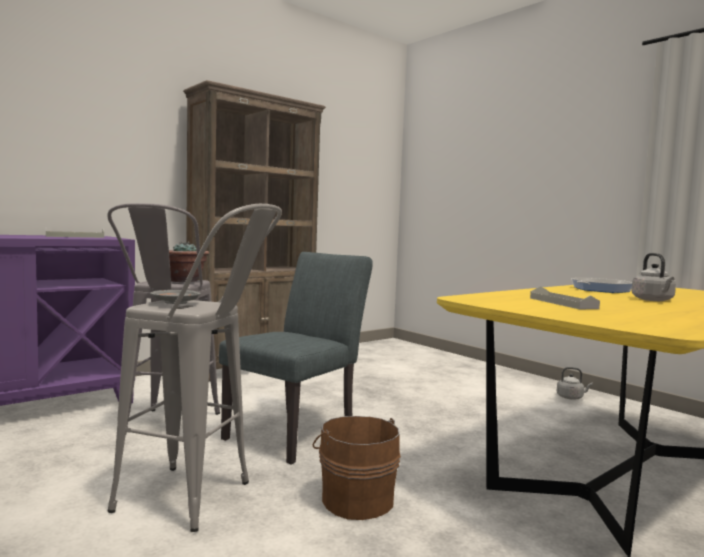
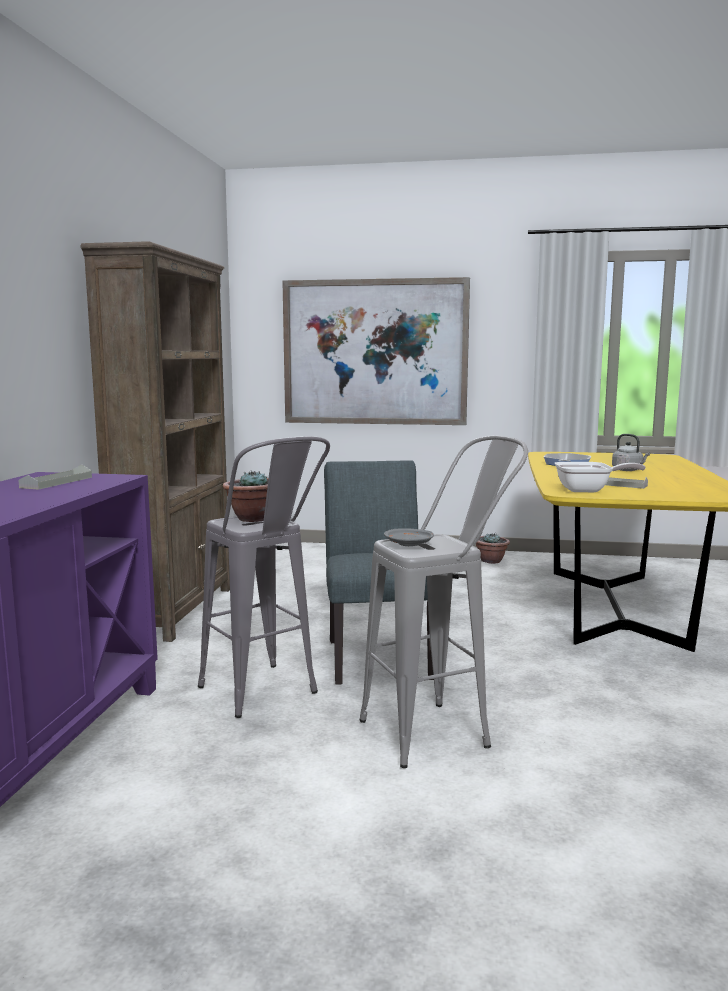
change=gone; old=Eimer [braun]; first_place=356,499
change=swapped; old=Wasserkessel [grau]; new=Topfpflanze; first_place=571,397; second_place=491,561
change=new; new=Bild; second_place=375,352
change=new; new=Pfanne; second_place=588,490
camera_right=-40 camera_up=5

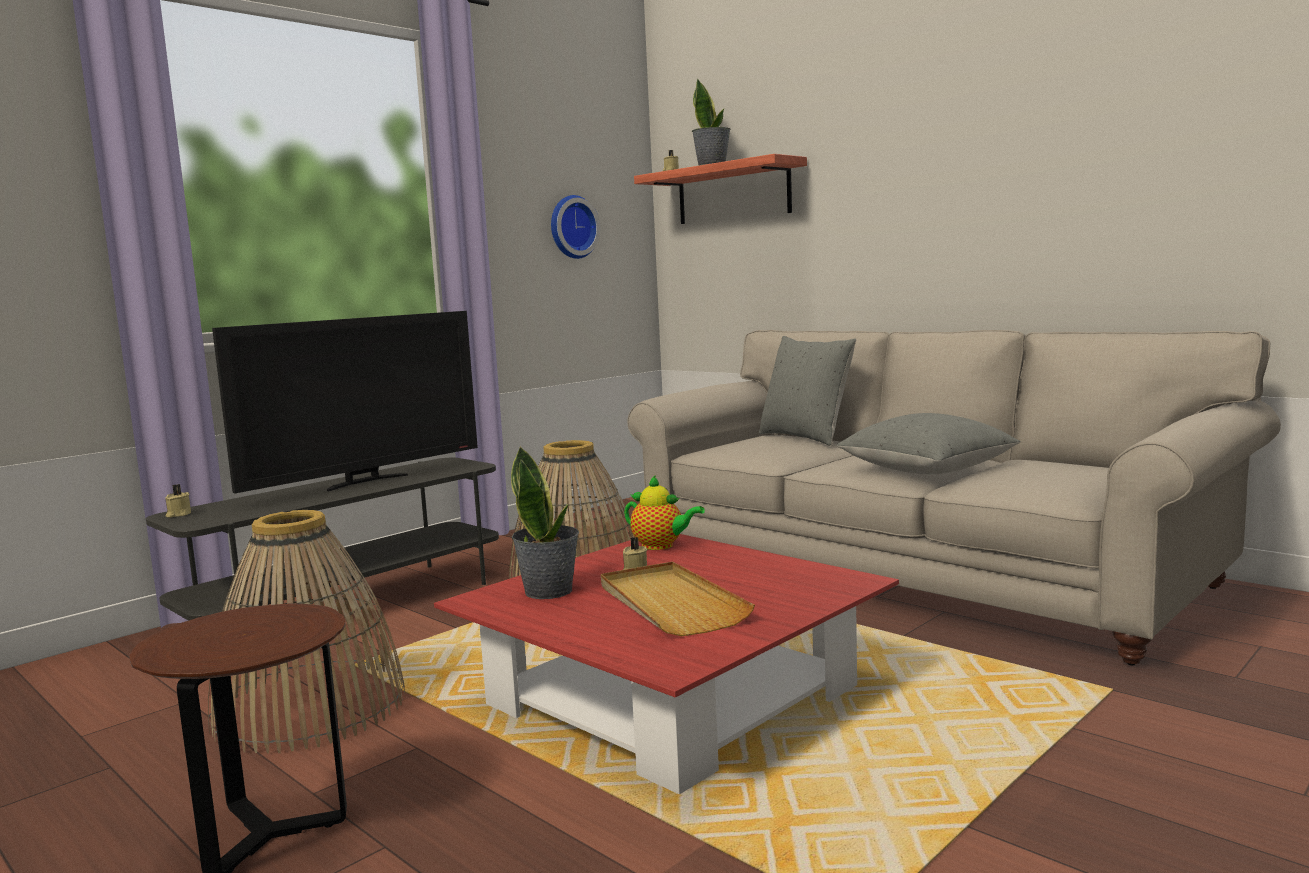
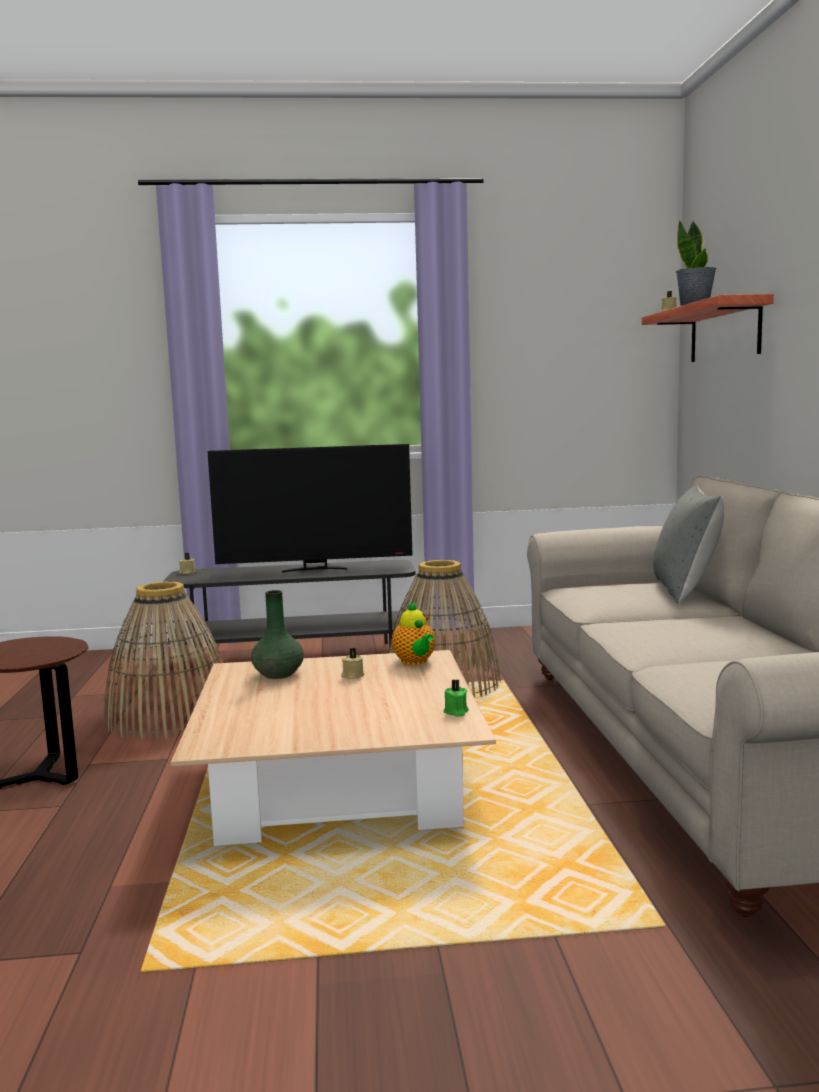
change=repainted; old=Couchtisch [rot]; new=Couchtisch [beige]; first_place=674,697; second_place=340,784
change=swapped; old=Topfpflanze; new=Vase [grün]; first_place=549,591; second_place=278,674
change=gone; old=Wanduhr; first_place=571,227
change=gone; old=Tablett [beige]; first_place=670,604
change=gone; old=Kissen [grau]; first_place=926,471
change=new; new=Kerze [grün]; second_place=456,712
camera_right=40 camera_up=0

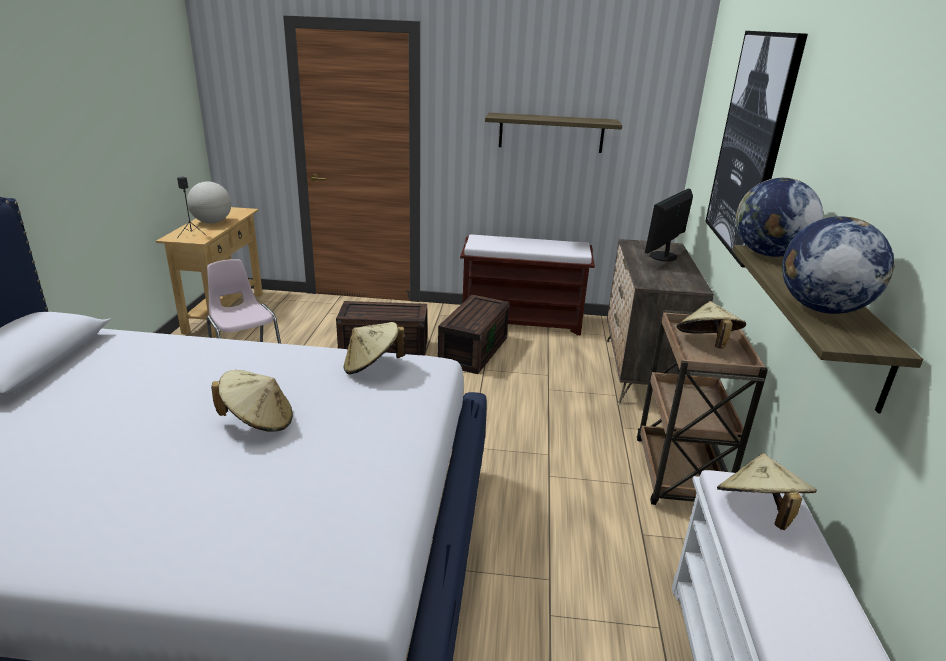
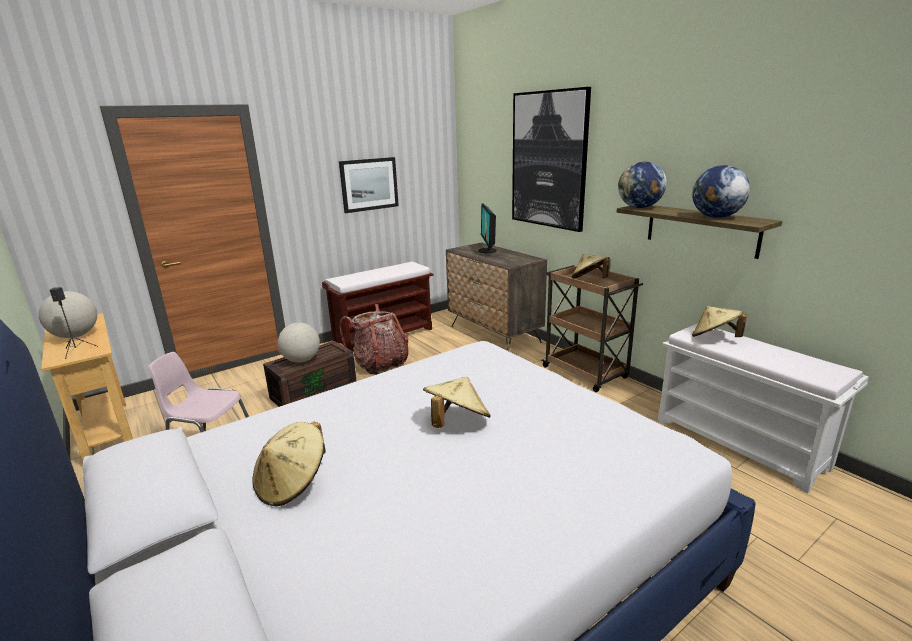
change=shifted; old=Hut [beige]; first_place=372,366; second_place=292,483
change=swapped; old=Aufbewahrungsbox [braun]; new=Rucksack; first_place=473,350; second_place=380,364
change=swapped; old=Wandregal; new=Bild; first_place=551,133; second_place=369,184
change=new; new=Globus; second_place=301,360
camera_right=-40 camera_up=-5

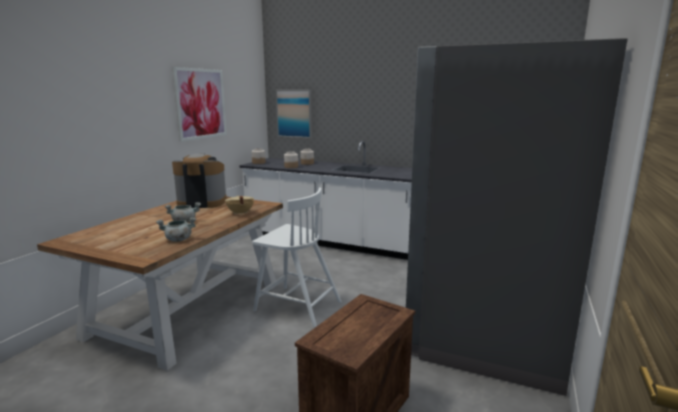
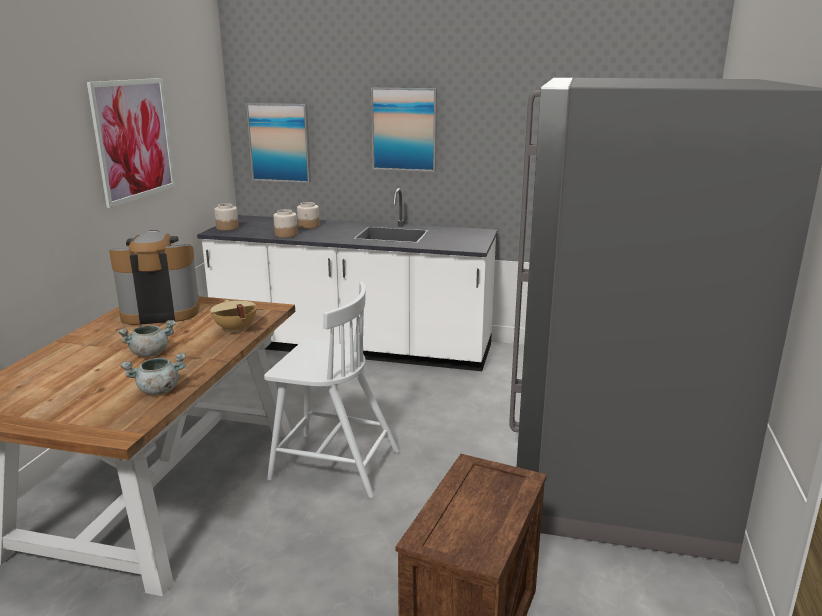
change=new; new=Bild; second_place=404,129
camera_right=-10 camera_up=5

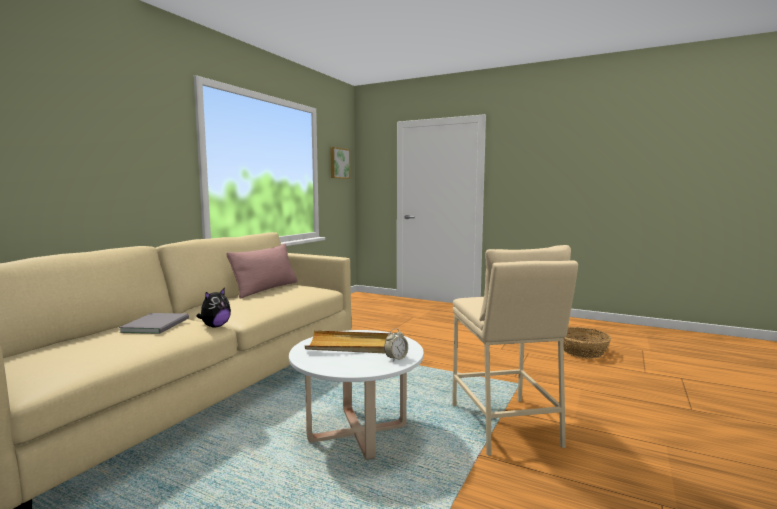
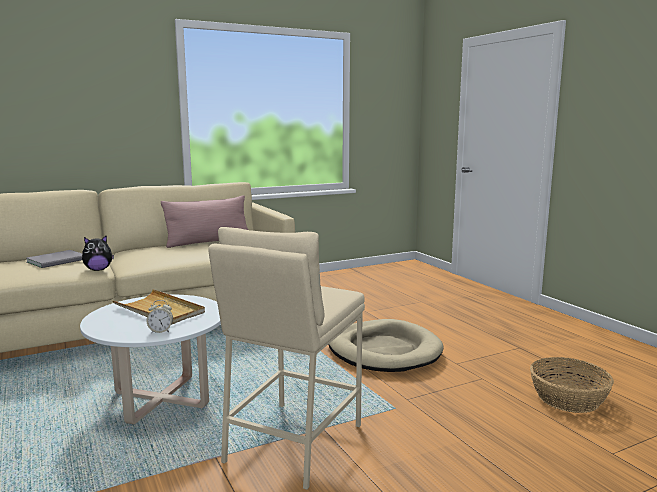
change=gone; old=Bild; first_place=339,163
change=new; new=Hundebett [beige]; second_place=383,350
camera_right=35 camera_up=5

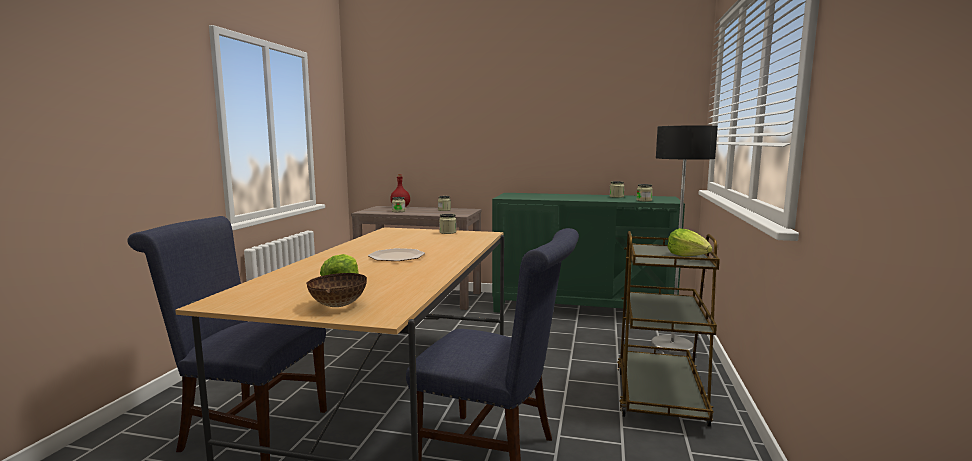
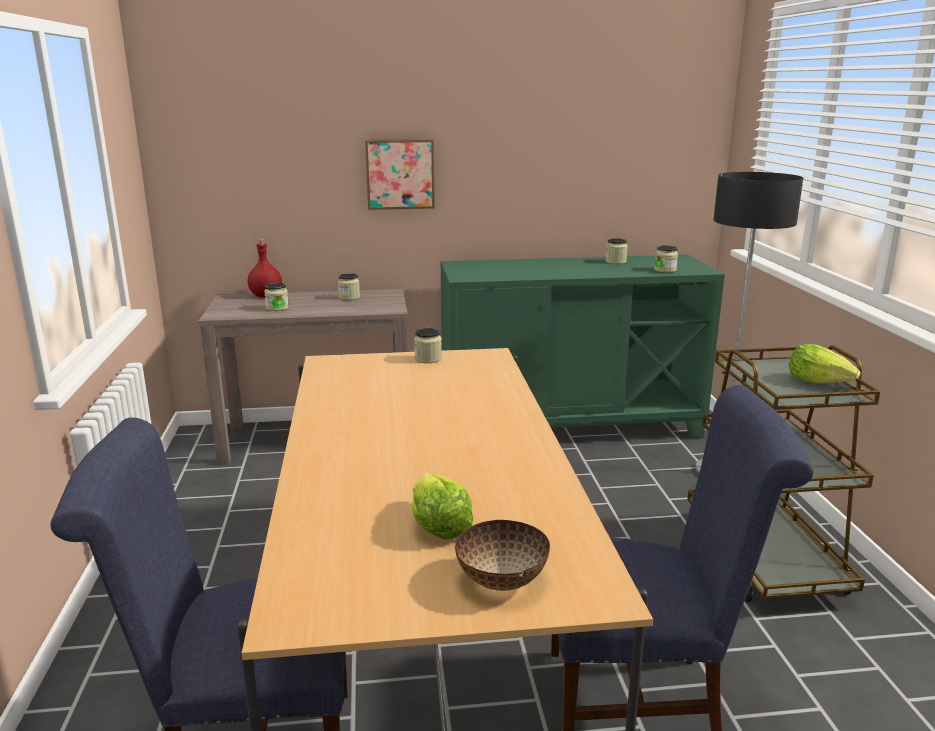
change=gone; old=Teller; first_place=397,256
change=new; new=Bild; second_place=400,174
camera_right=-20 camera_up=10

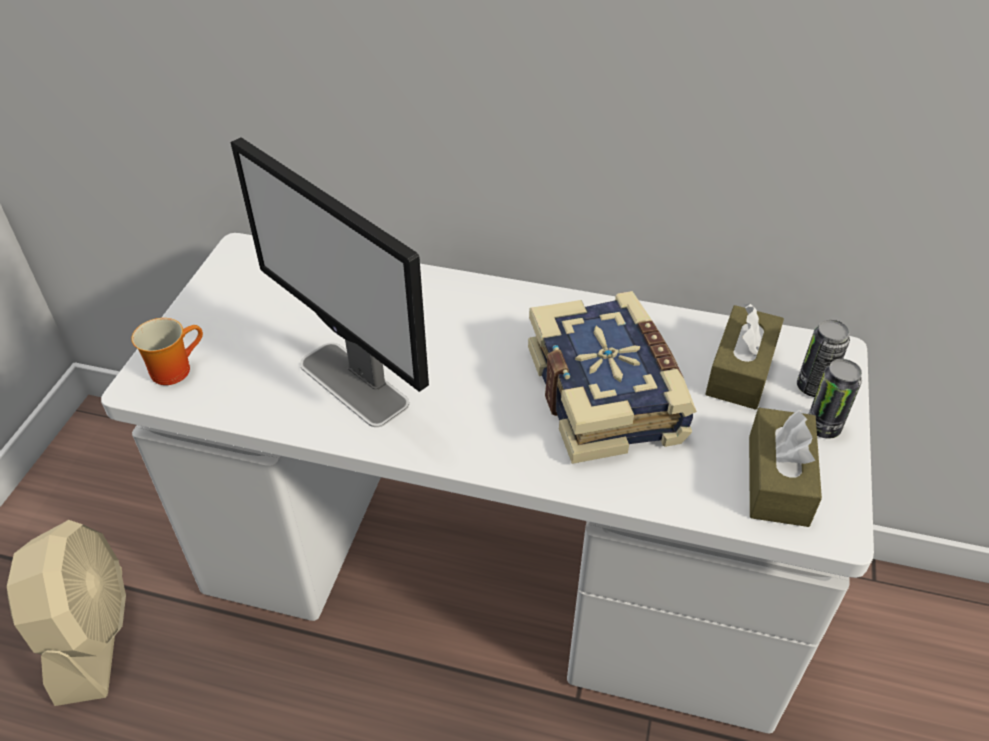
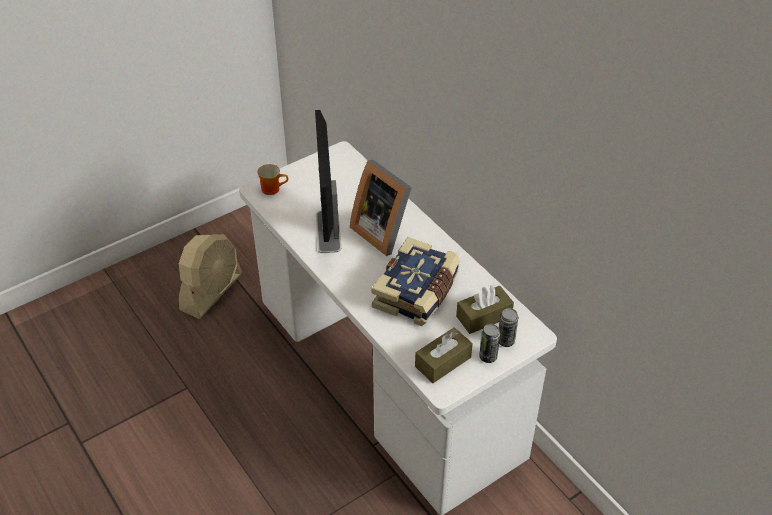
change=new; new=Bilderrahmen; second_place=383,231
camera_right=40 camera_up=0

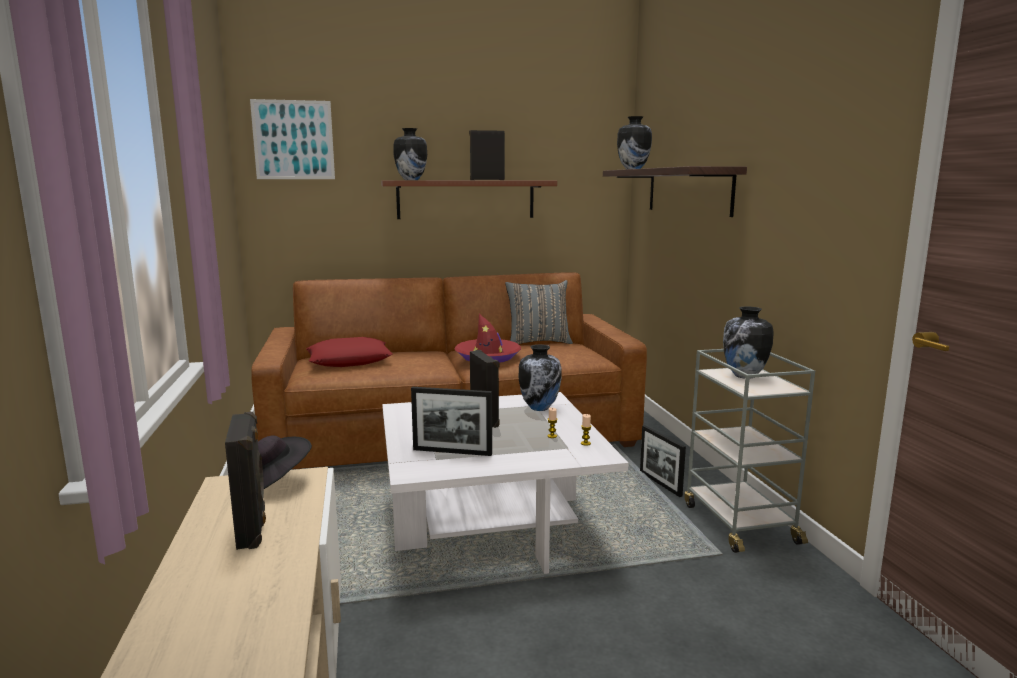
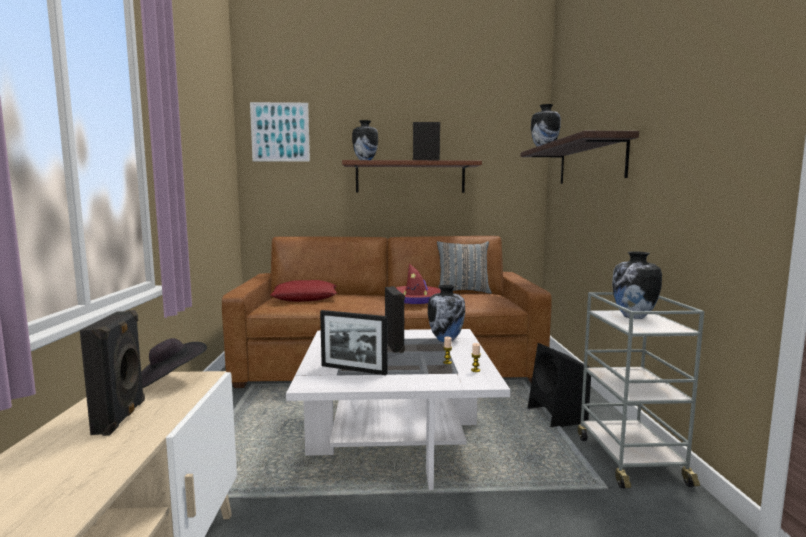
change=swapped; old=Bilderrahmen; new=Lautsprecher [schwarz]; first_place=660,483; second_place=558,416
camera_right=10 camera_up=-5

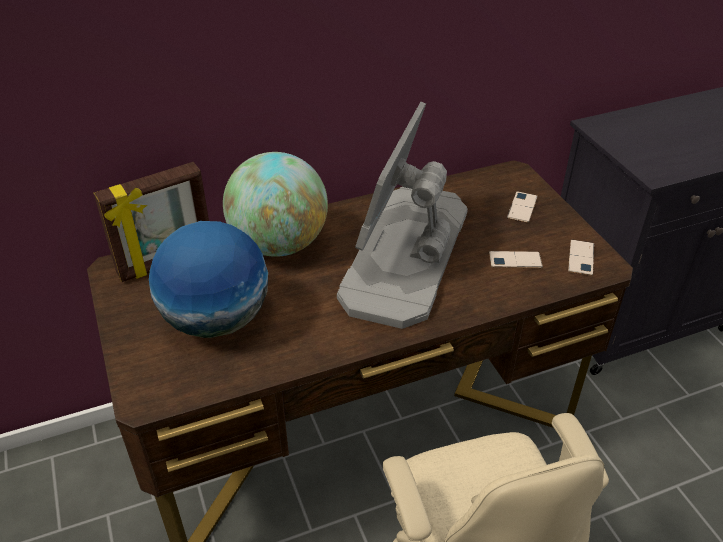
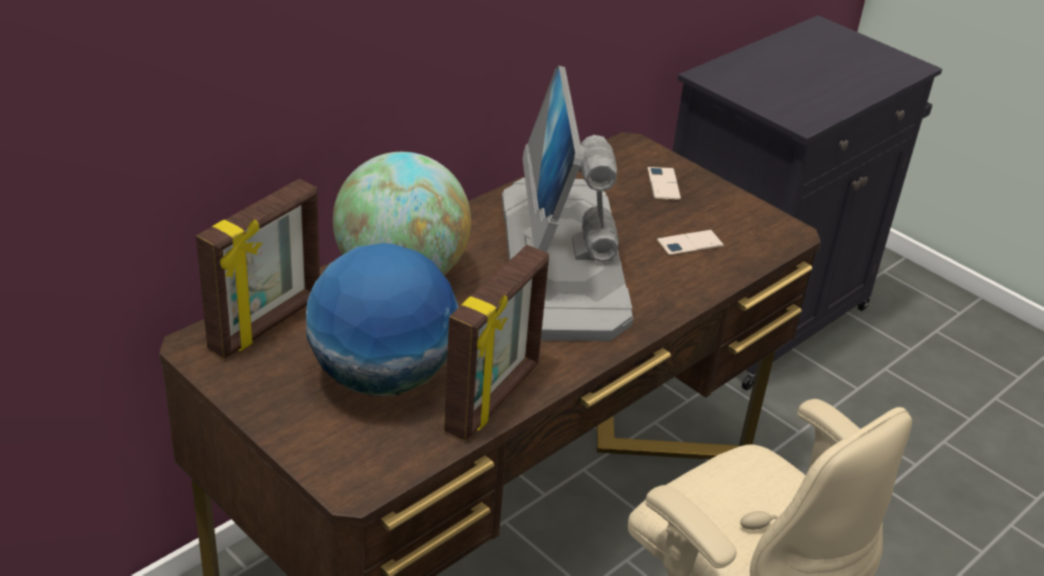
change=gone; old=Handy; first_place=581,258
change=new; new=Bilderrahmen; second_place=494,399
camera_right=-25 camera_up=-5

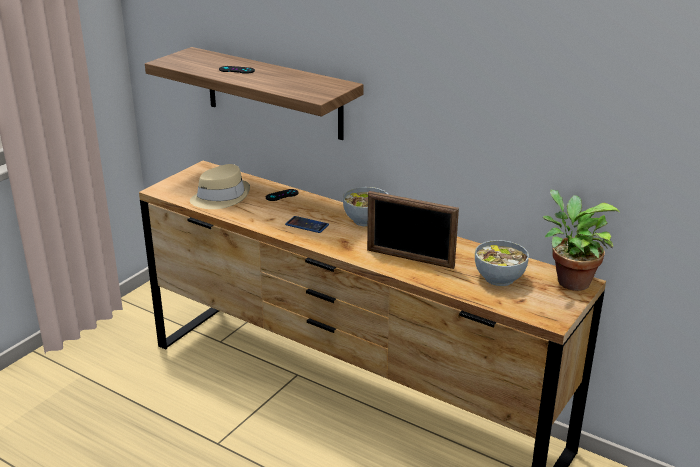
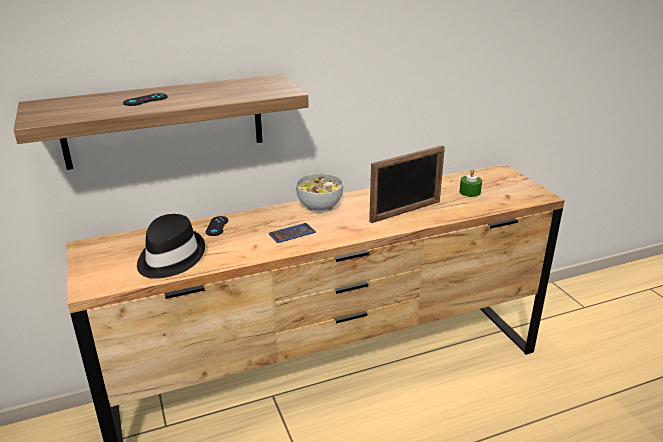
change=repainted; old=Hut [beige]; new=Hut [schwarz]; first_place=221,197; second_place=169,257
change=swapped; old=Schüssel; new=Kerze [grün]; first_place=499,278; second_place=470,192
change=gone; old=Topfpflanze; first_place=569,281
camera_right=-55 camera_up=0

